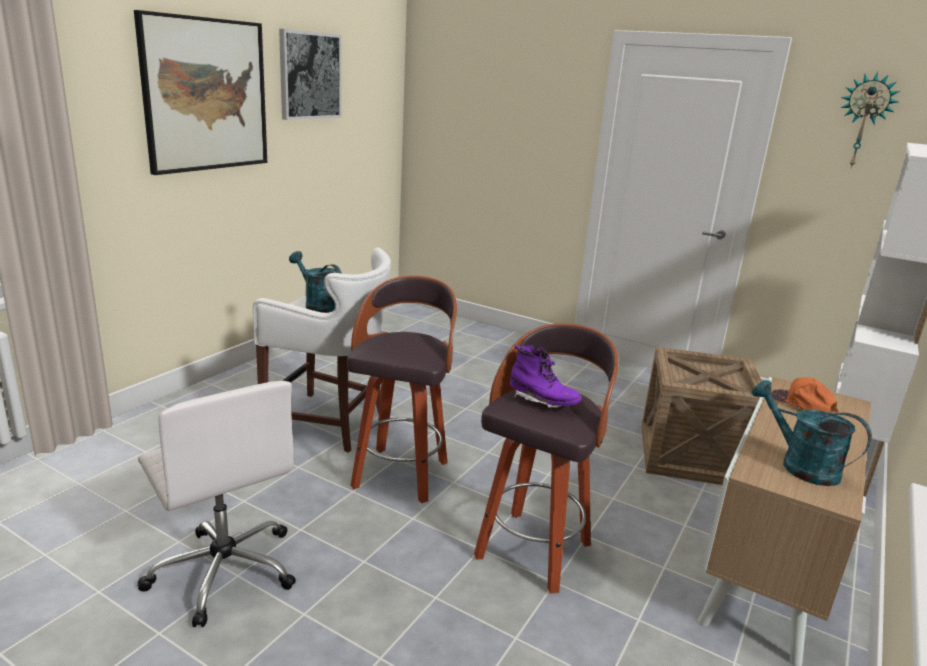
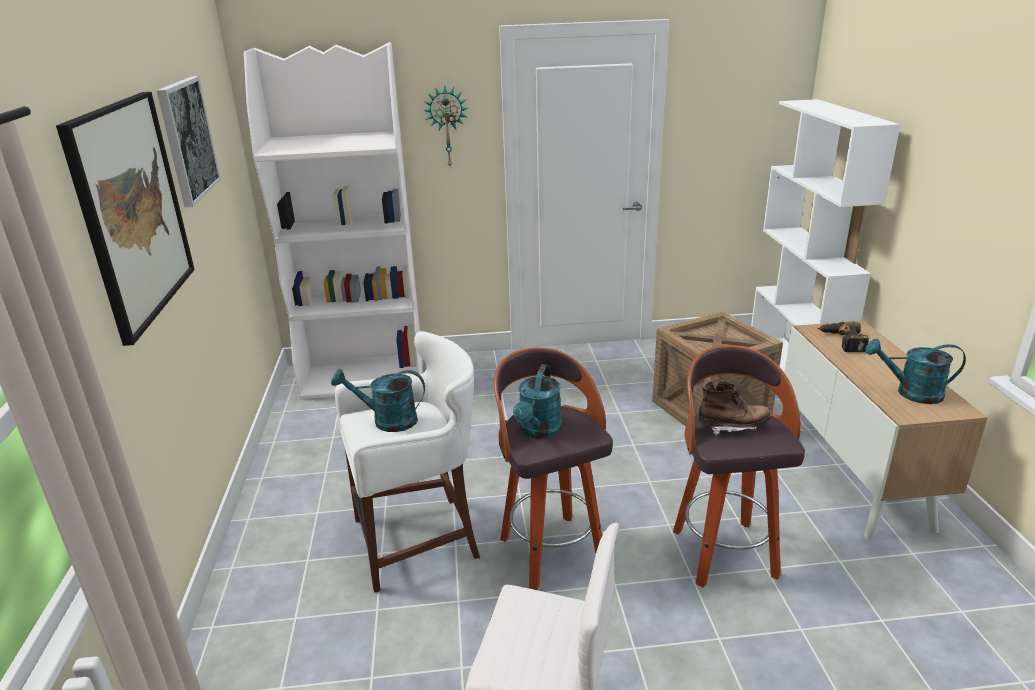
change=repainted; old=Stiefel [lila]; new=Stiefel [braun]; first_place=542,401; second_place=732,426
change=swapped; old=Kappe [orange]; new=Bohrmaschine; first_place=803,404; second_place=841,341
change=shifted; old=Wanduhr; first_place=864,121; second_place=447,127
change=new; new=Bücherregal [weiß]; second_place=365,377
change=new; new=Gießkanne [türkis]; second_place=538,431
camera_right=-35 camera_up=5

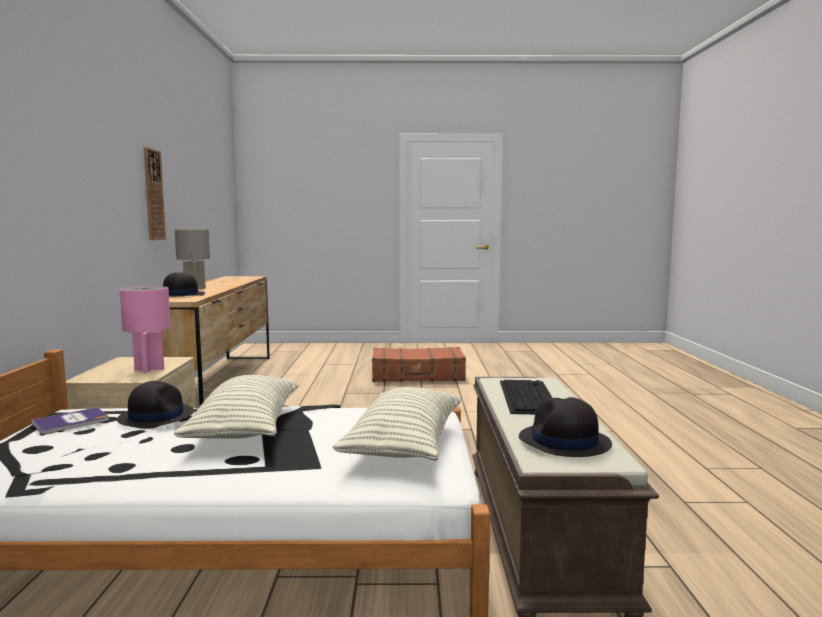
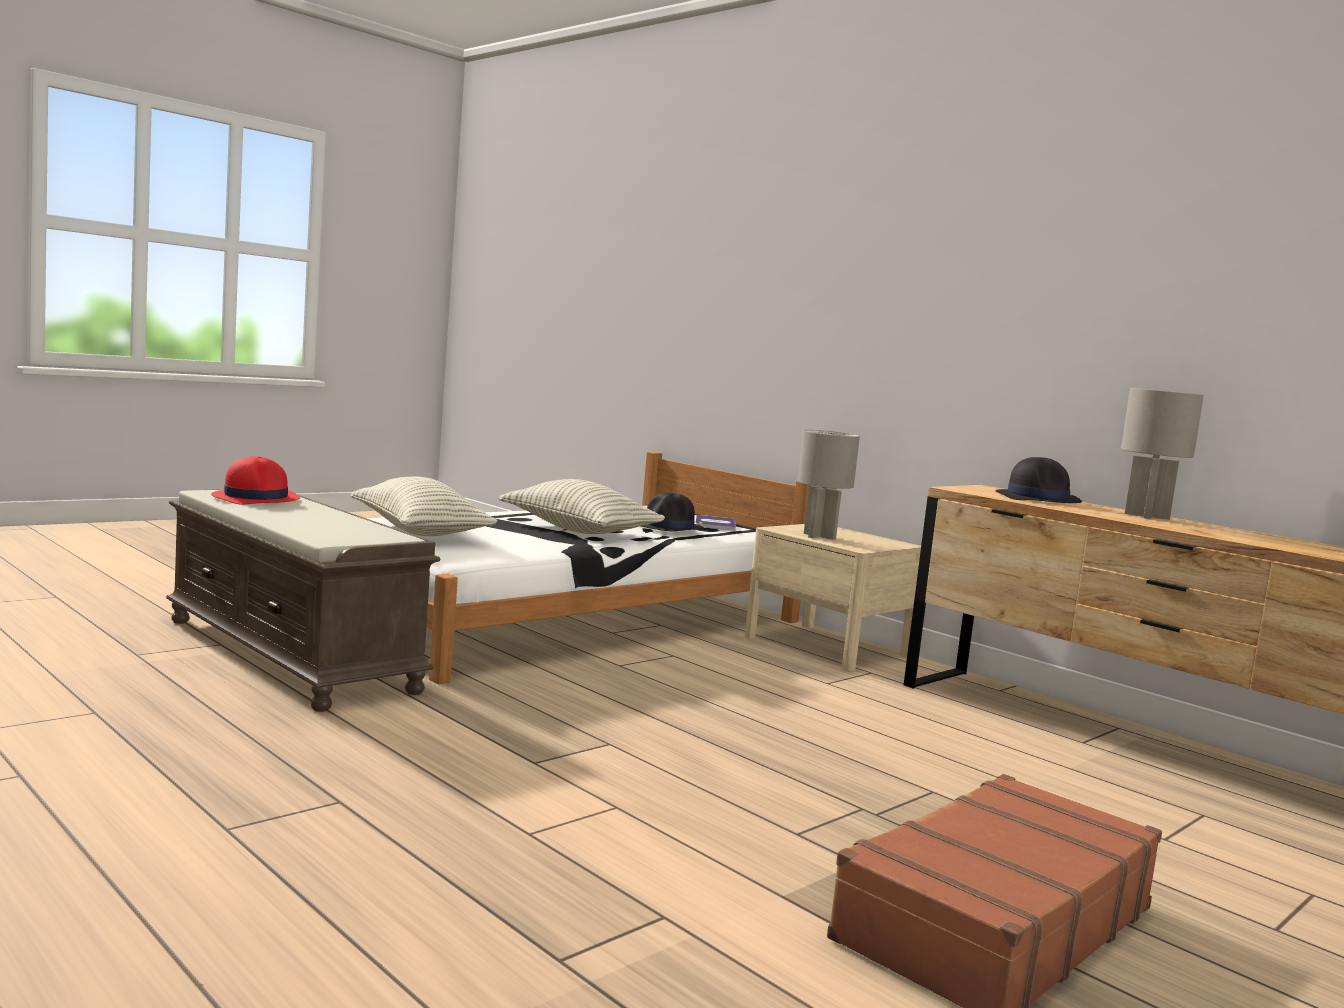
change=repainted; old=Tischlampe [rosa]; new=Tischlampe [grau]; first_place=149,369; second_place=818,536
change=gone; old=Wanduhr; first_place=153,195
change=gone; old=Tastatur; first_place=527,396
change=repainted; old=Hut [schwarz]; new=Hut [rot]; first_place=564,442; second_place=256,498
camera_right=135 camera_up=0

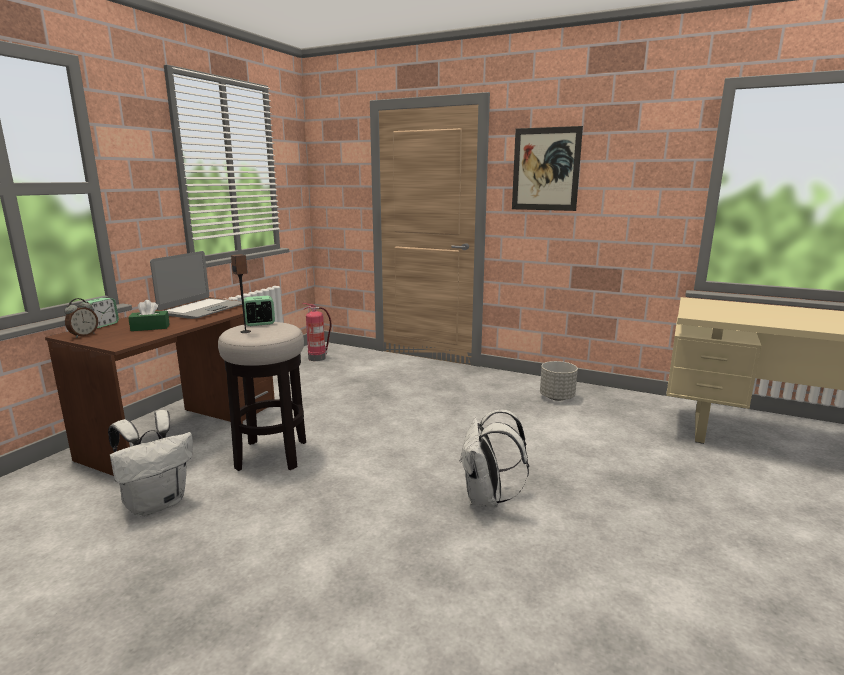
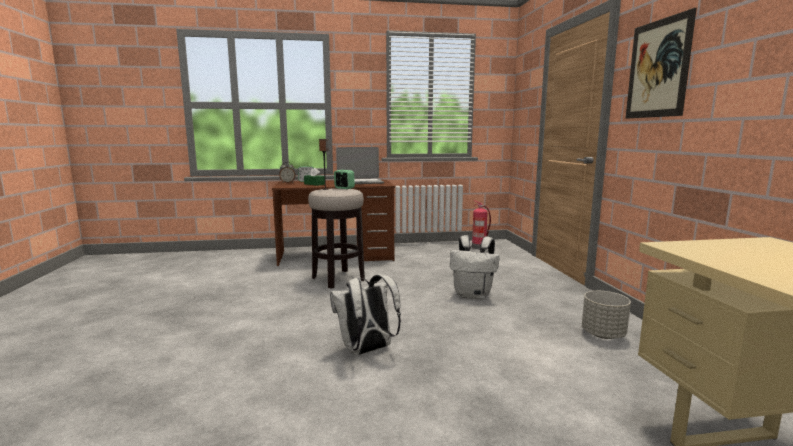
change=shifted; old=Rucksack [weiß]; first_place=157,503; second_place=473,295
camera_right=55 camera_up=-5

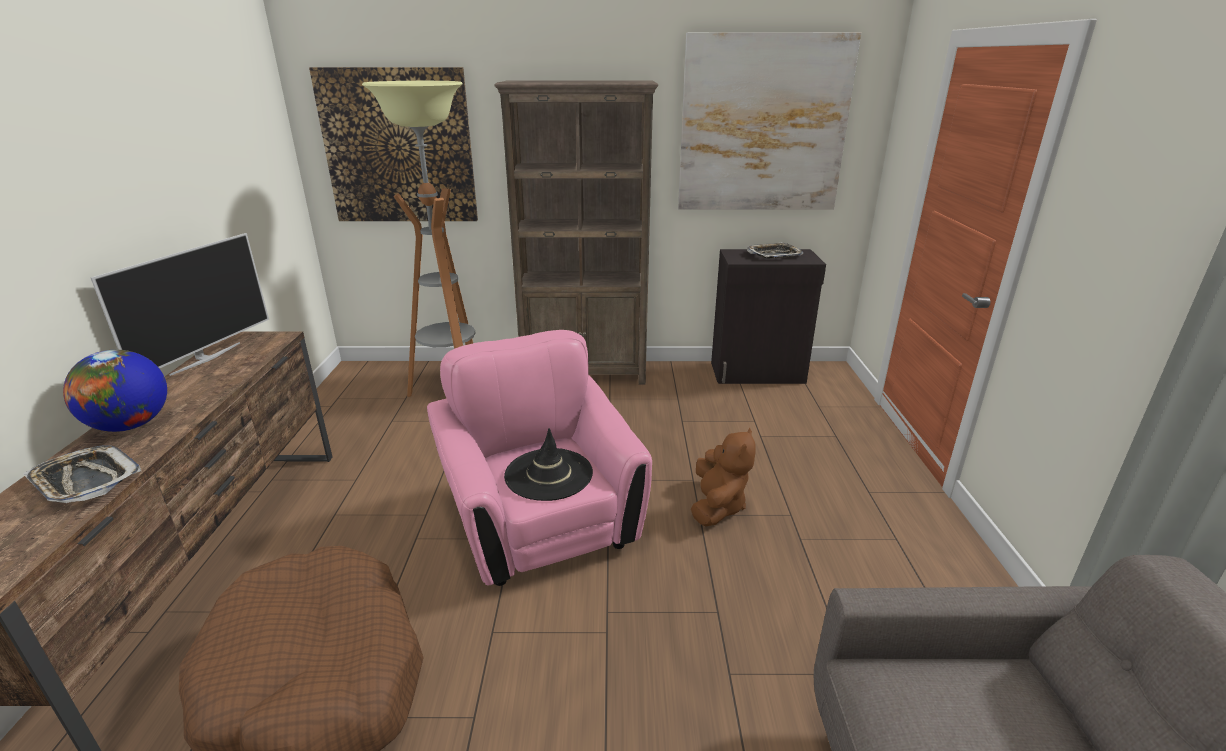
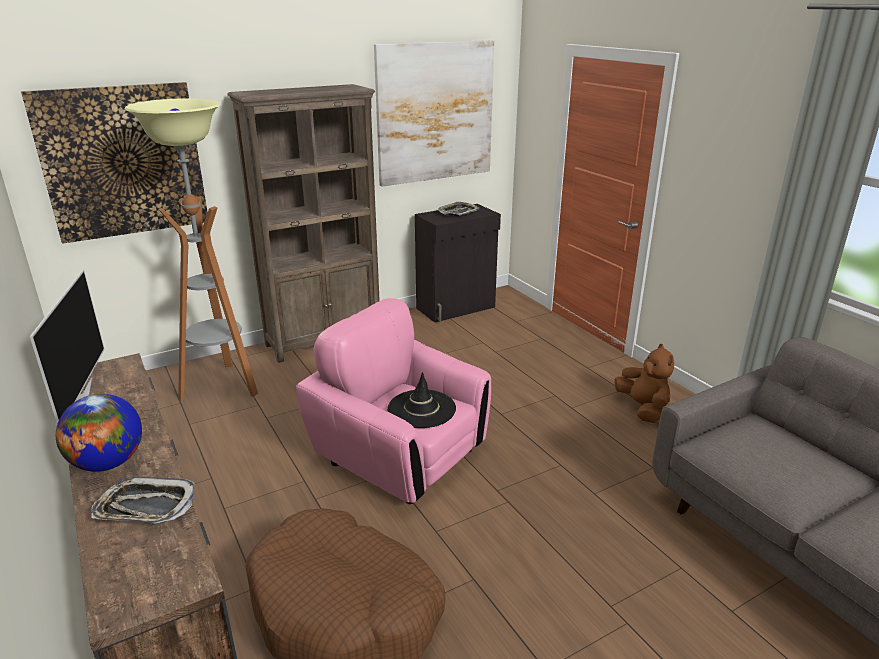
change=shifted; old=Plüschtier [braun]; first_place=717,506; second_place=643,408
camera_right=-30 camera_up=0

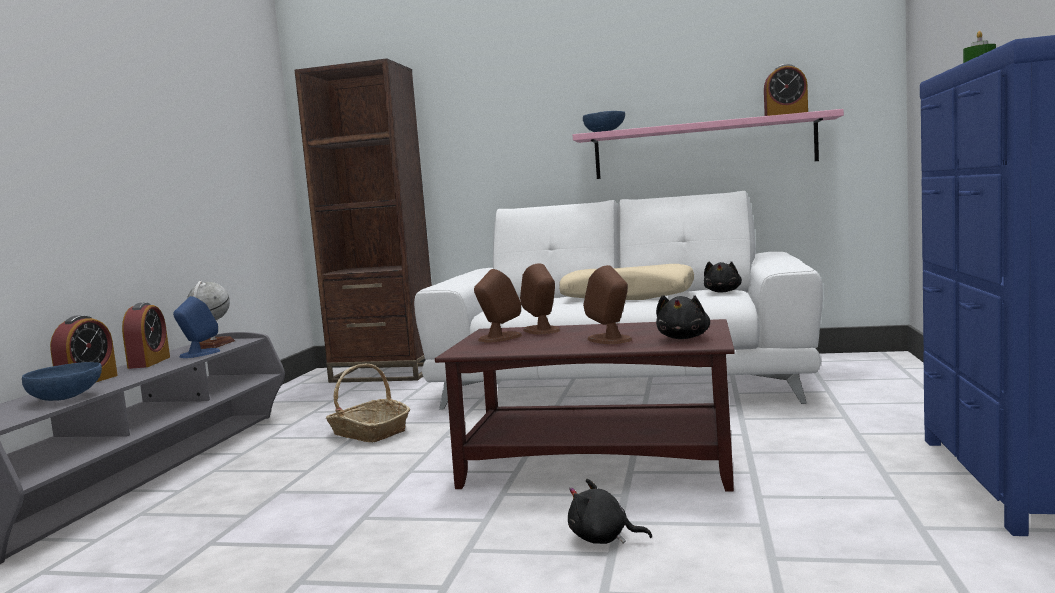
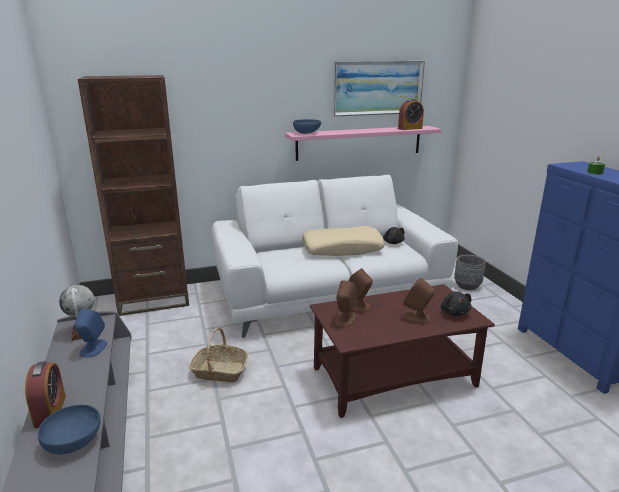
change=gone; old=Wecker; first_place=149,362
change=gone; old=Plüschtier [schwarz]; first_place=603,539
change=new; new=Bild; second_place=377,88
change=new; new=Pflanzkübel [grau]; second_place=467,285
camera_right=-30 camera_up=15

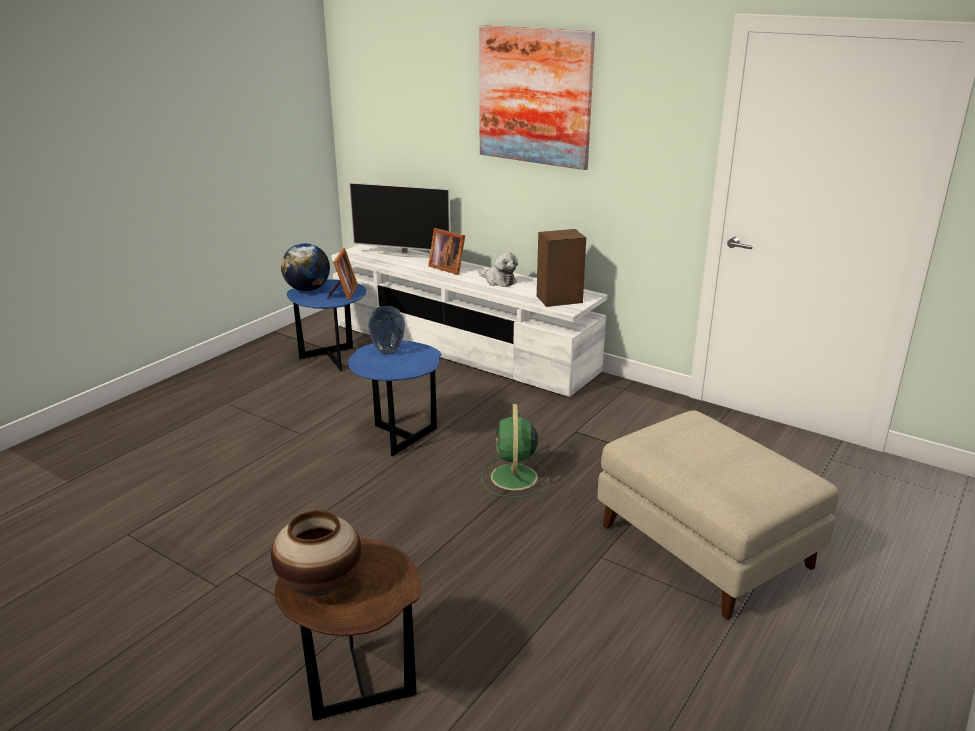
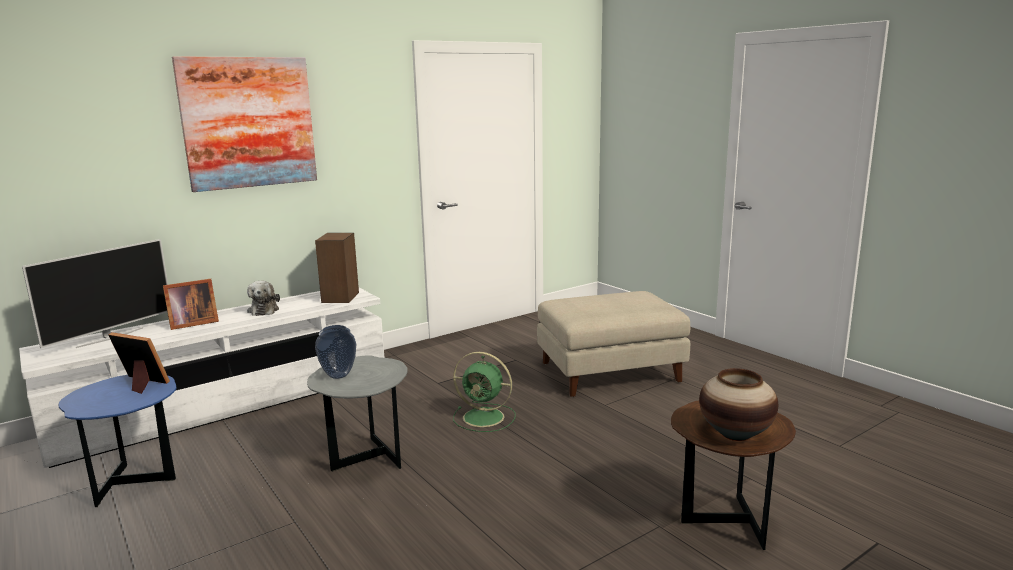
change=gone; old=Globus; first_place=307,289
change=repainted; old=Beistelltisch [blau]; new=Beistelltisch [grau]; first_place=398,436; second_place=365,461
change=rotated; old=Plüschtier; first_place=498,281; second_place=264,310; degrees=105
camera_right=-70 camera_up=-10

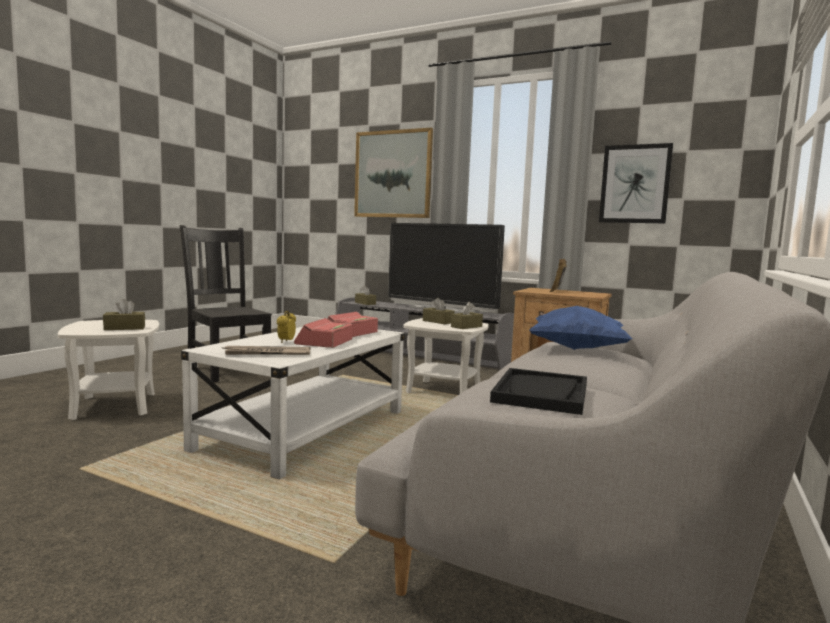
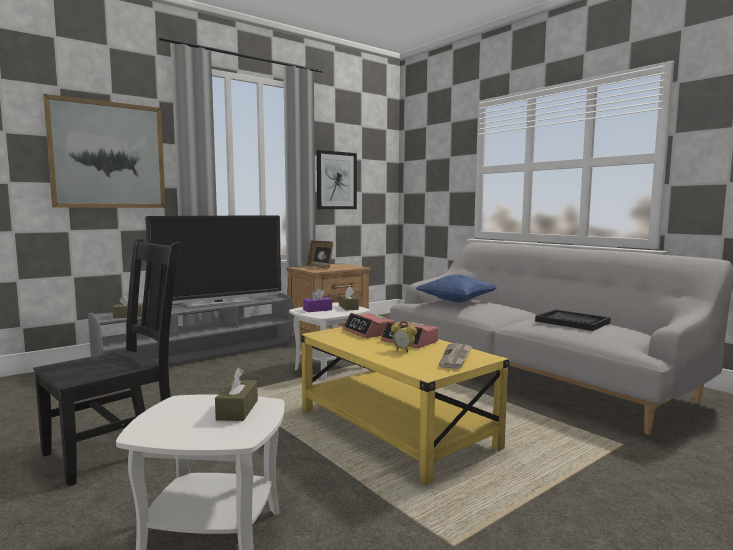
change=rotated; old=Stuhl [schwarz]; first_place=227,369; second_place=117,448; degrees=150
change=repainted; old=Couchtisch [weiß]; new=Couchtisch [gelb]; first_place=305,430; second_place=395,429
change=repainted; old=Taschentuchbox [braun]; new=Taschentuchbox [lila]; first_place=438,321; second_place=317,310
camera_right=-65 camera_up=0

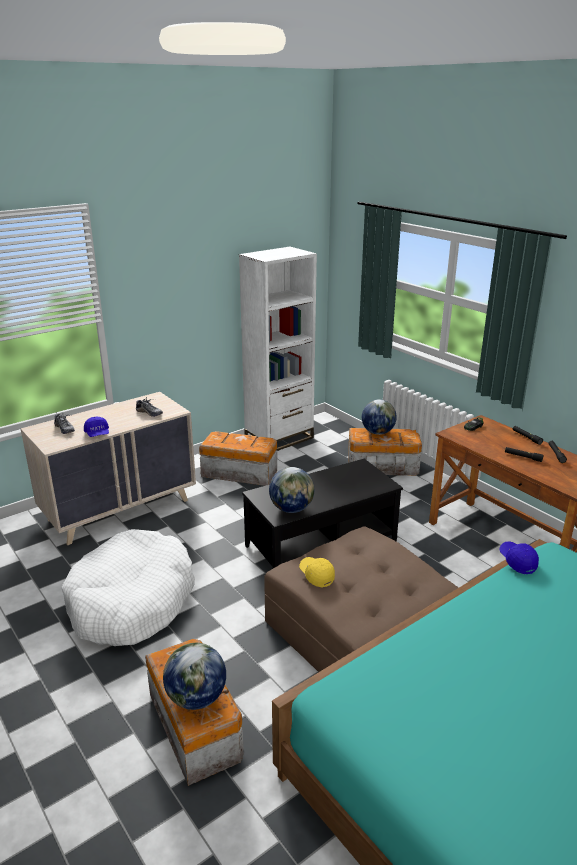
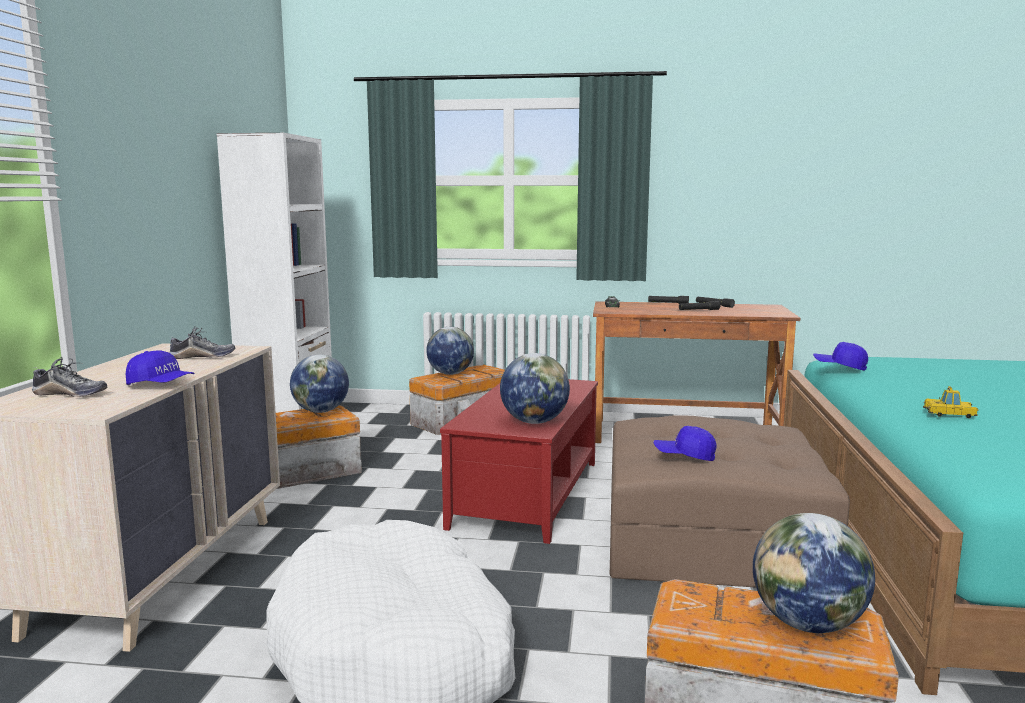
change=repainted; old=Couchtisch [schwarz]; new=Couchtisch [rot]; first_place=322,544; second_place=529,494
change=repainted; old=Kappe [gelb]; new=Kappe [blau]; first_place=316,575; second_place=684,456
change=new; new=Globus; second_place=320,411
change=new; new=Spielzeugauto; second_place=949,414
camera_right=-45 camera_up=-15

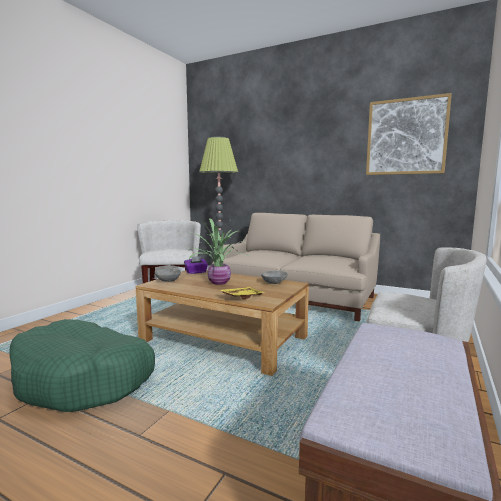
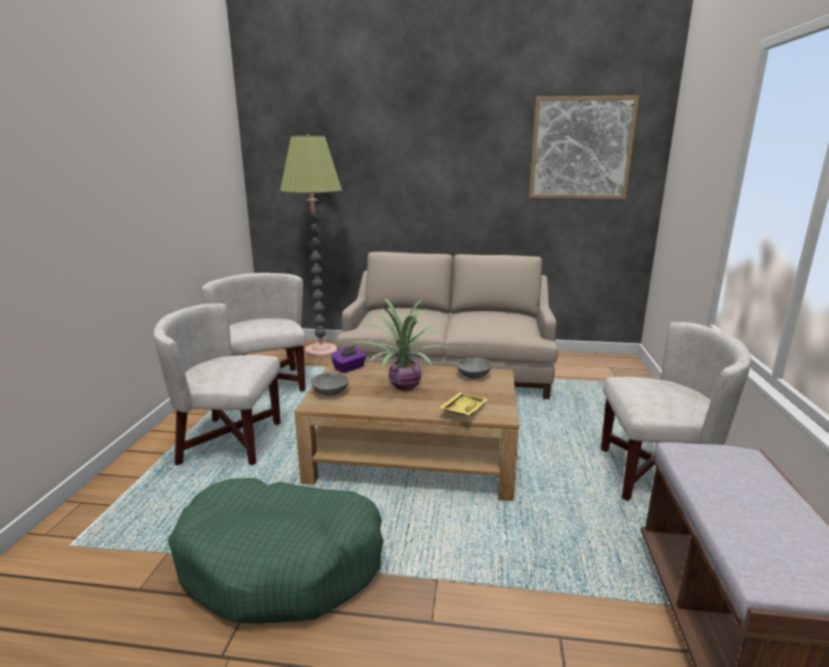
change=new; new=Sessel [weiß]; second_place=230,441
camera_right=-20 camera_up=10

